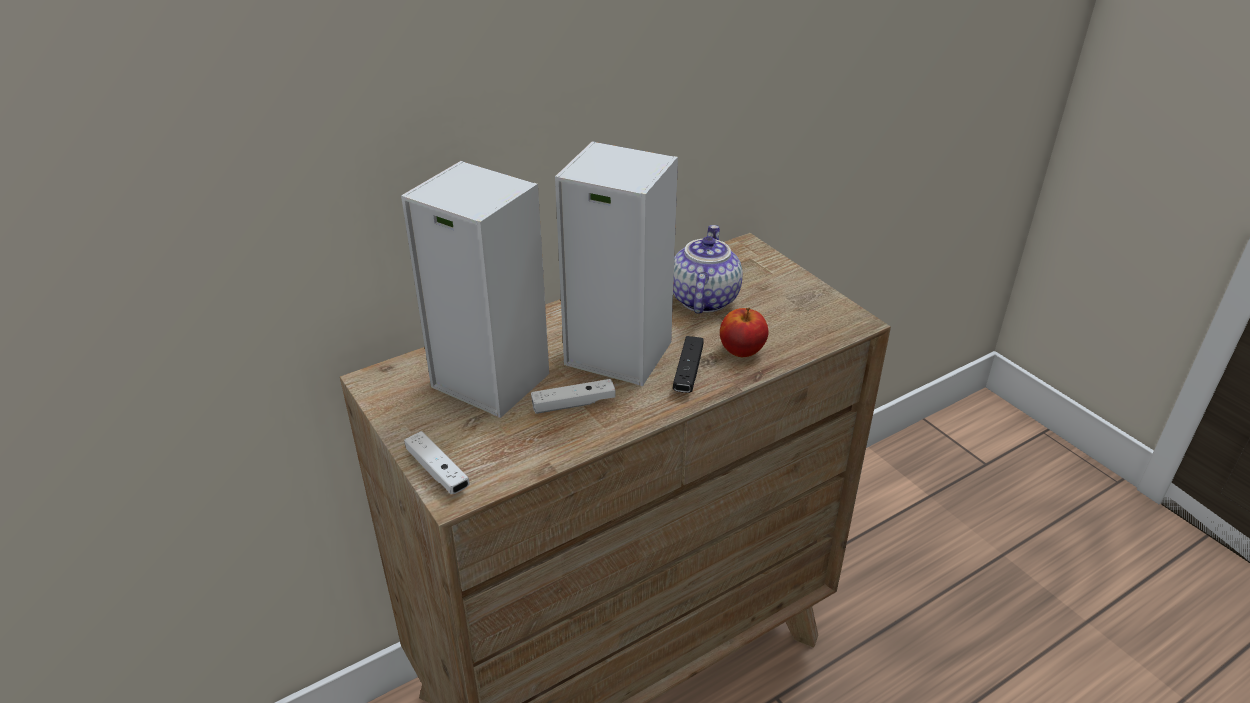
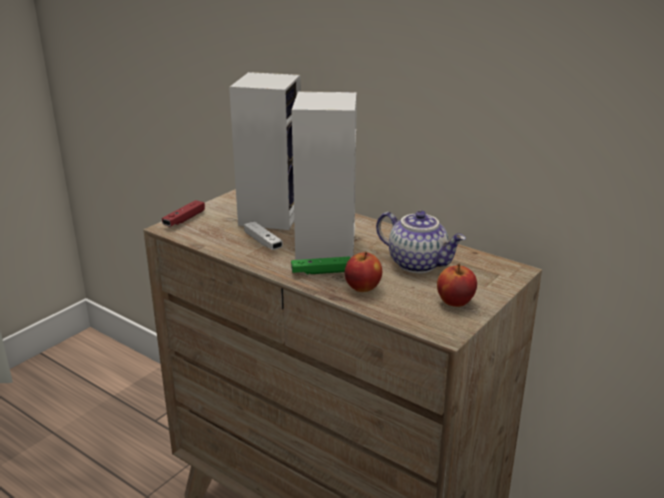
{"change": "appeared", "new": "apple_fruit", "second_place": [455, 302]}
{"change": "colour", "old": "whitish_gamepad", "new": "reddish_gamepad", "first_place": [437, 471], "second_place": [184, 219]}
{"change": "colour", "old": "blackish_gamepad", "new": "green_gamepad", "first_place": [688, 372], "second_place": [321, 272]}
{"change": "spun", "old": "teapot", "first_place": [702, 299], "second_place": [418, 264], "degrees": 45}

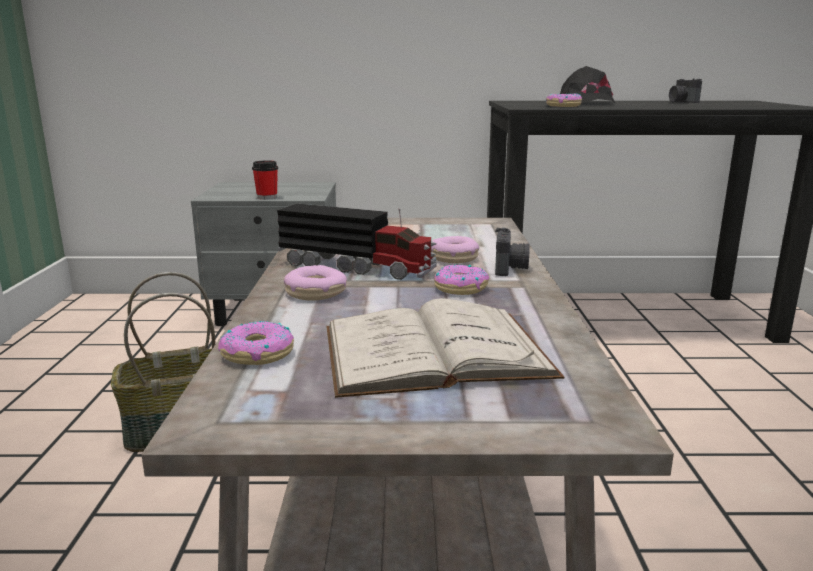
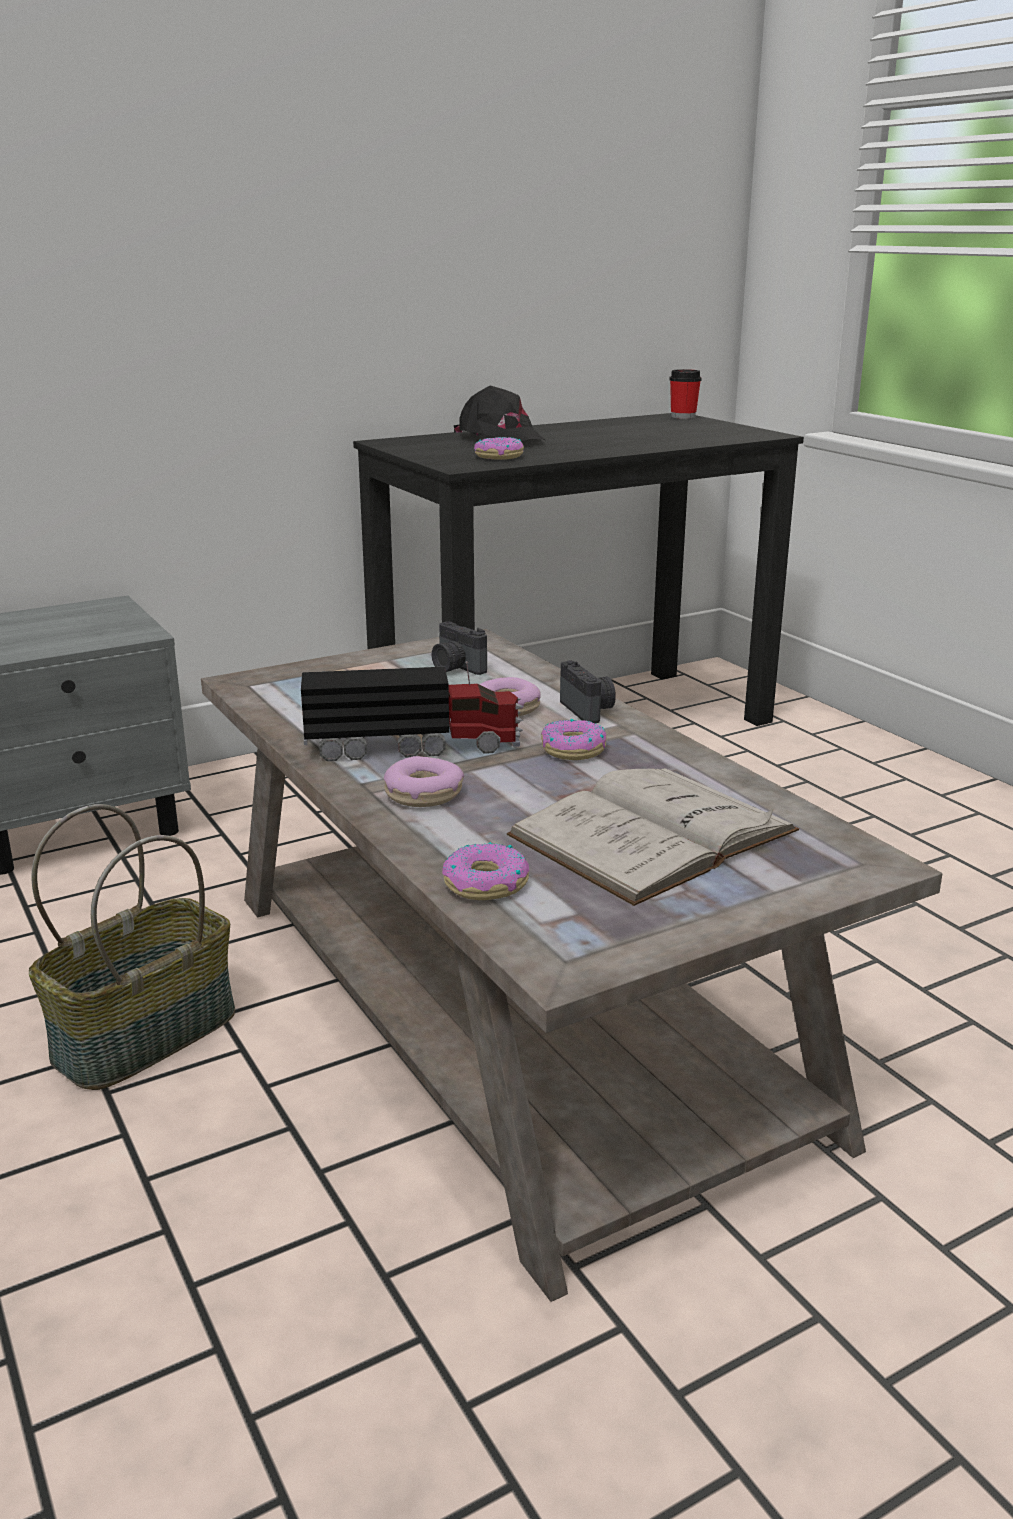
{"change": "relocated", "old": "drinking_cup", "first_place": [267, 197], "second_place": [683, 417]}
{"change": "relocated", "old": "photo_camera", "first_place": [681, 102], "second_place": [455, 668]}

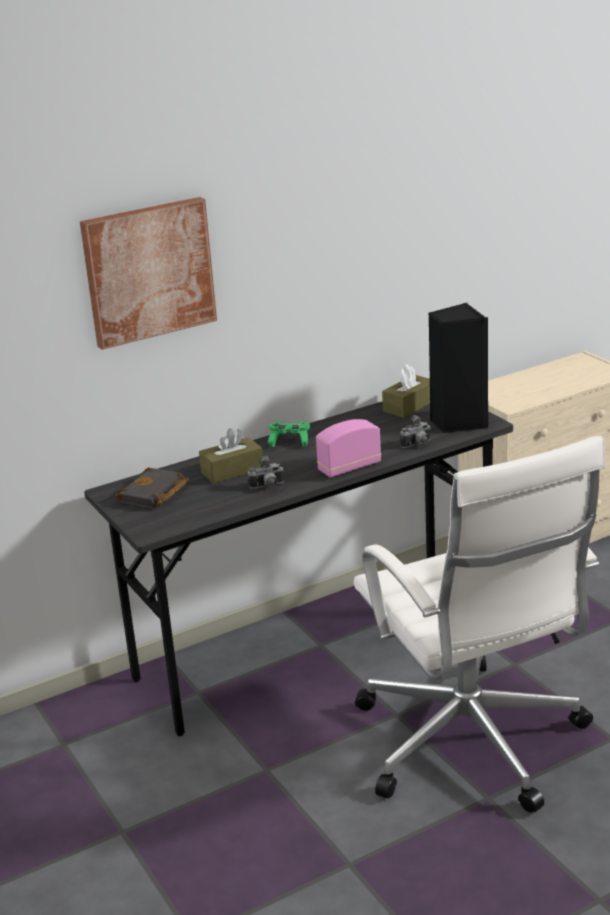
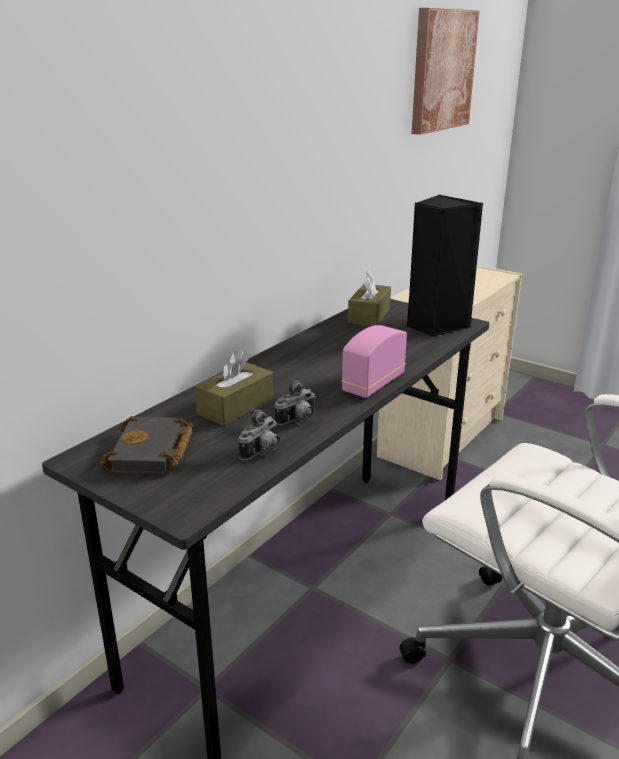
{"change": "missing", "old": "green_gamepad", "first_place": [290, 441]}
{"change": "relocated", "old": "picture", "first_place": [148, 271], "second_place": [441, 70]}
{"change": "relocated", "old": "photo_camera", "first_place": [417, 445], "second_place": [262, 451]}

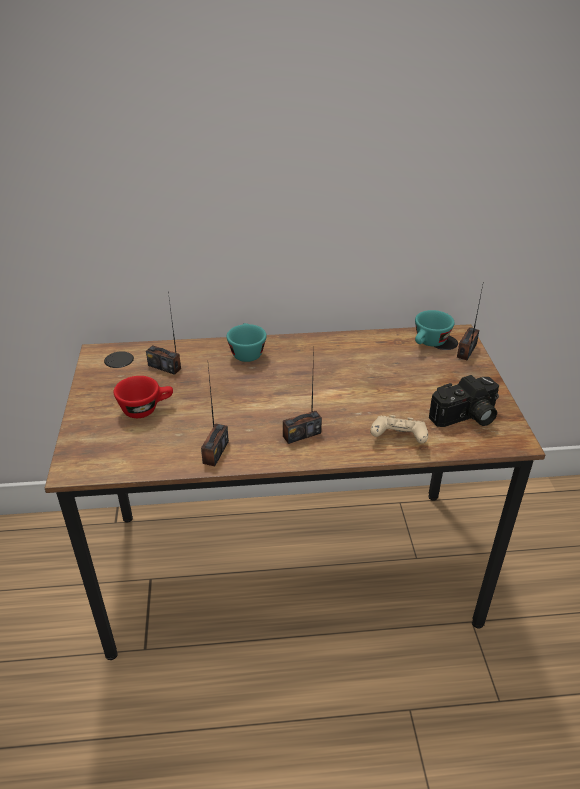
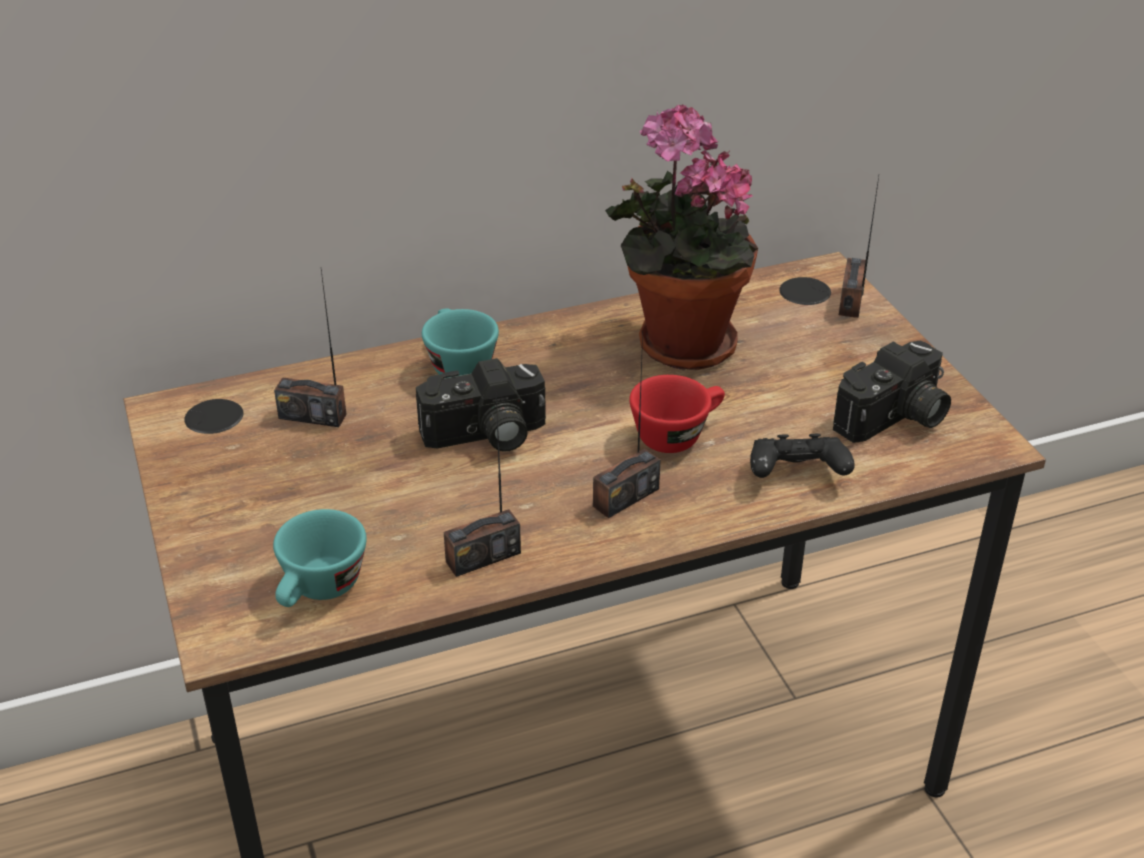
{"change": "appeared", "new": "photo_camera", "second_place": [485, 436]}
{"change": "appeared", "new": "houseplant", "second_place": [677, 344]}
{"change": "relocated", "old": "reddish_drinking_cup", "first_place": [146, 408], "second_place": [677, 434]}
{"change": "relocated", "old": "turquoise-coloured_drinking_cup", "first_place": [429, 343], "second_place": [319, 590]}
{"change": "colour", "old": "beige_gamepad", "new": "blackish_gamepad", "first_place": [398, 439], "second_place": [796, 475]}
{"change": "spun", "old": "radio_receiver", "first_place": [215, 452], "second_place": [483, 557], "degrees": 60}

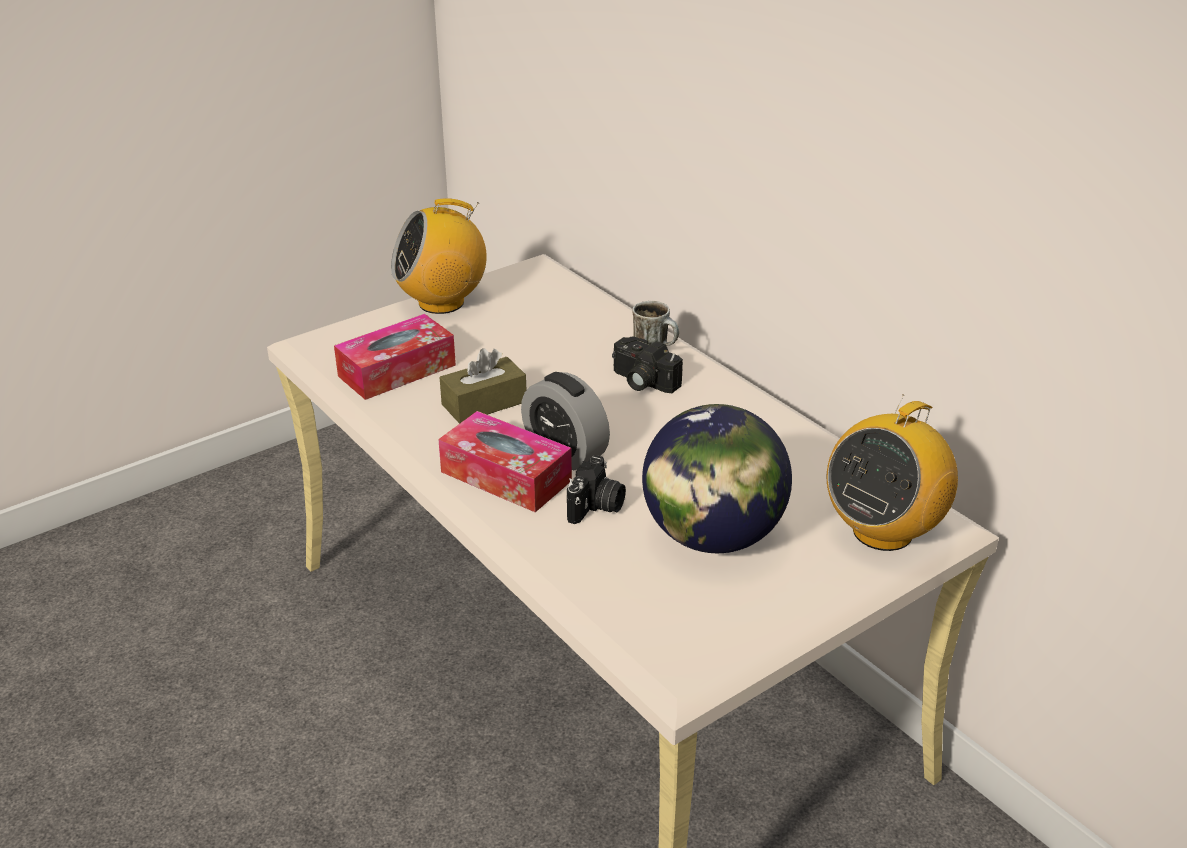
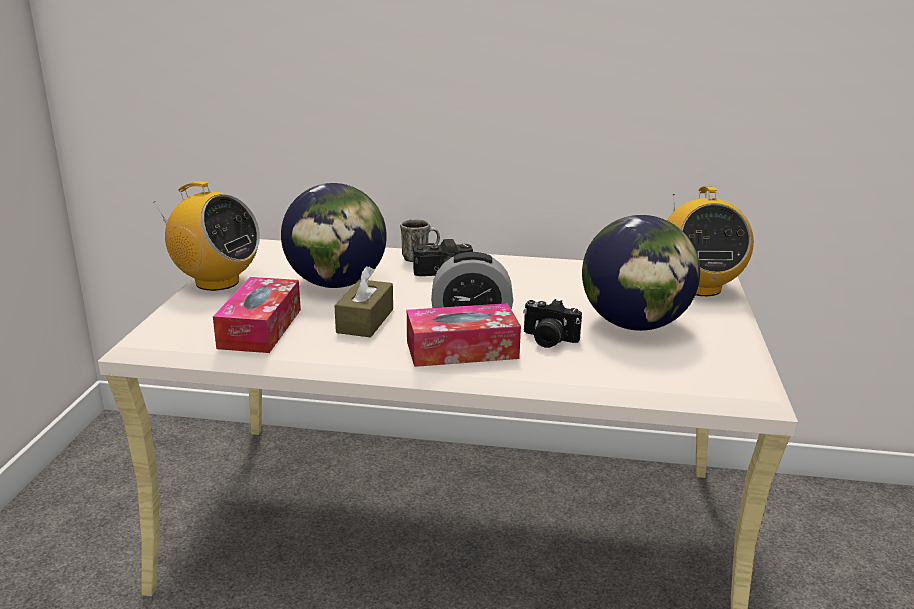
{"change": "appeared", "new": "desk_globe", "second_place": [336, 284]}
{"change": "spun", "old": "radio_receiver", "first_place": [442, 302], "second_place": [216, 282], "degrees": -90}
{"change": "spun", "old": "photo_camera", "first_place": [596, 507], "second_place": [548, 340], "degrees": 135}

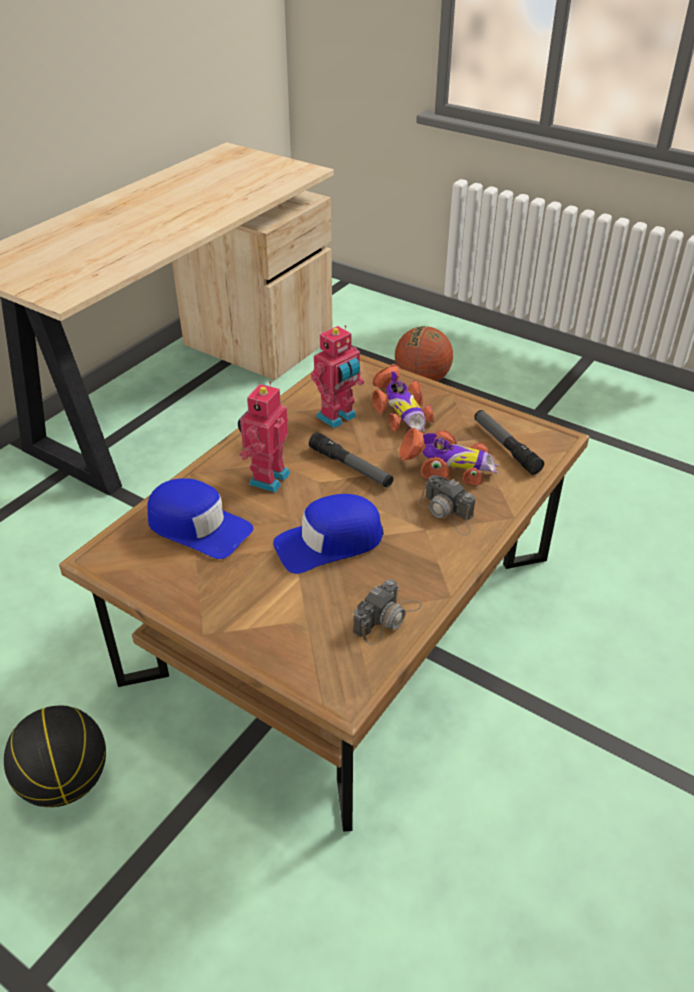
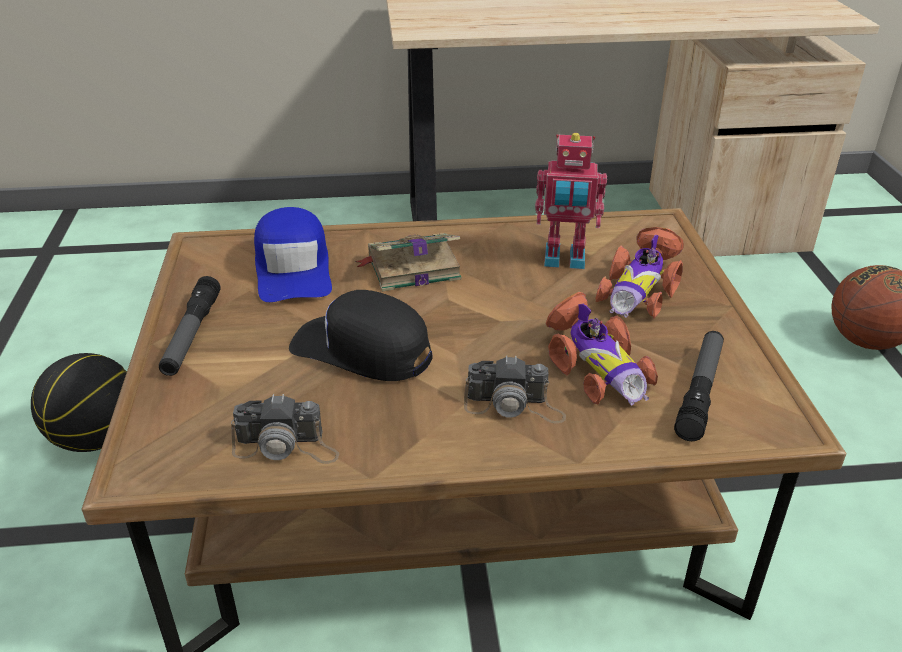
{"change": "relocated", "old": "torch", "first_place": [351, 467], "second_place": [192, 334]}
{"change": "exchanged", "old": "toy_robot", "new": "bound_book", "first_place": [267, 478], "second_place": [411, 268]}
{"change": "colour", "old": "blue-coloured_peaked_cap", "new": "blackish_peaked_cap", "first_place": [329, 542], "second_place": [362, 350]}
{"change": "spun", "old": "photo_camera", "first_place": [447, 513], "second_place": [514, 405], "degrees": -90}

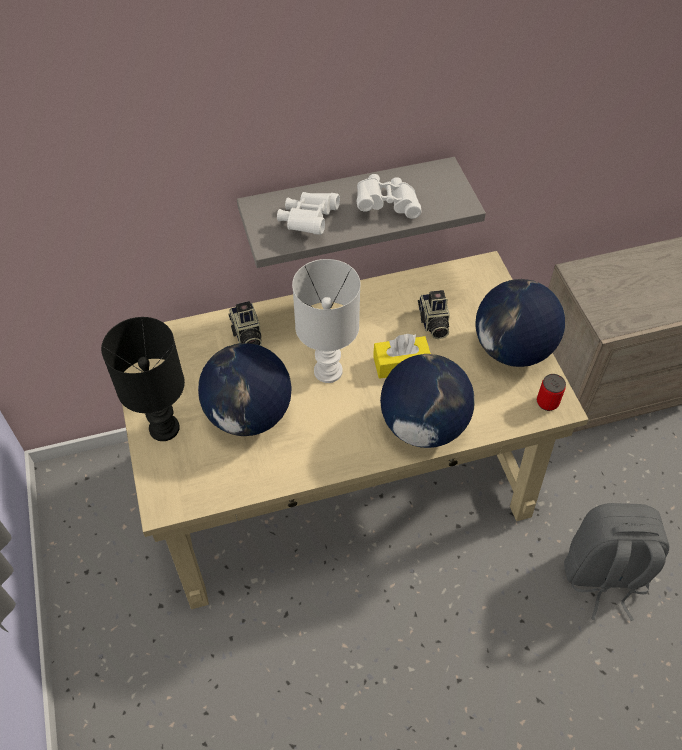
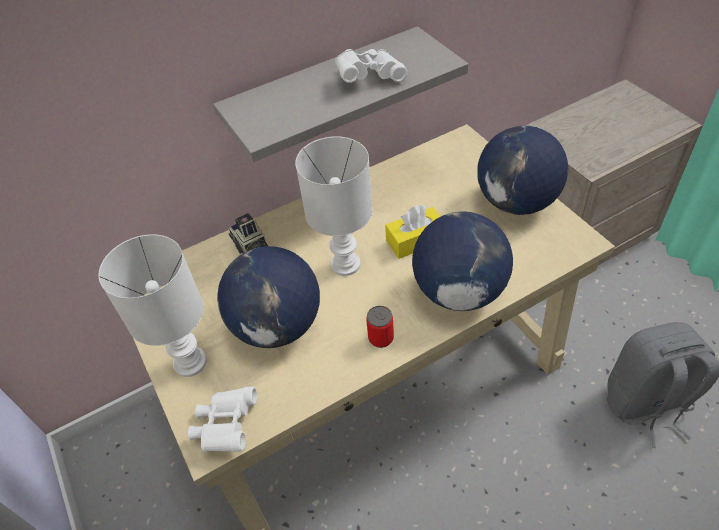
{"change": "missing", "old": "photo_camera", "first_place": [433, 323]}
{"change": "relocated", "old": "whitish_binoculars", "first_place": [308, 221], "second_place": [226, 426]}
{"change": "relocated", "old": "sealed_can", "first_place": [547, 402], "second_place": [381, 338]}
{"change": "colour", "old": "blackish_table_lamp", "new": "whitish_table_lamp", "first_place": [163, 428], "second_place": [189, 362]}

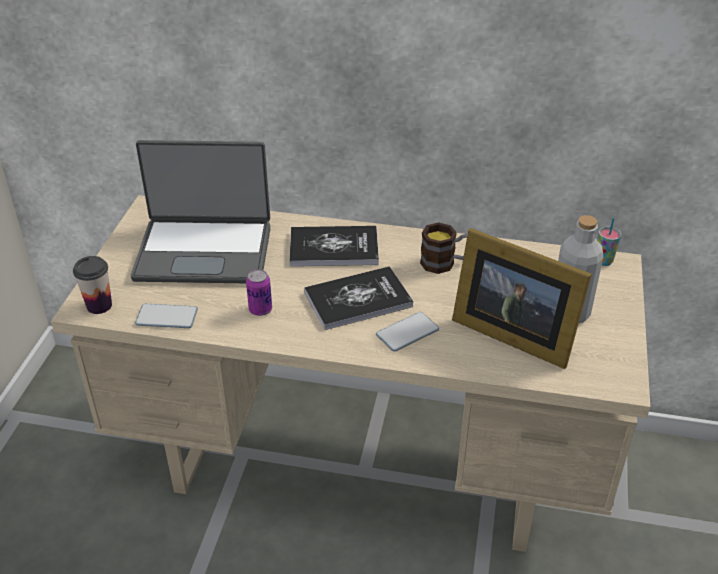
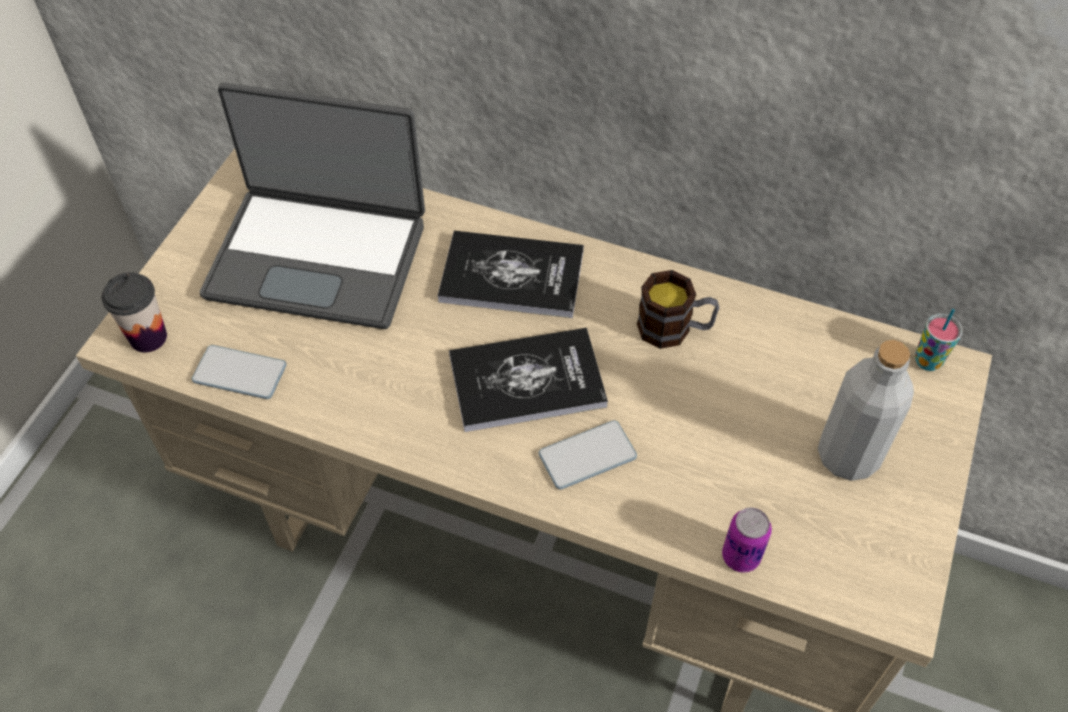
{"change": "missing", "old": "photo_frame", "first_place": [511, 332]}
{"change": "relocated", "old": "sealed_can", "first_place": [260, 310], "second_place": [741, 556]}

